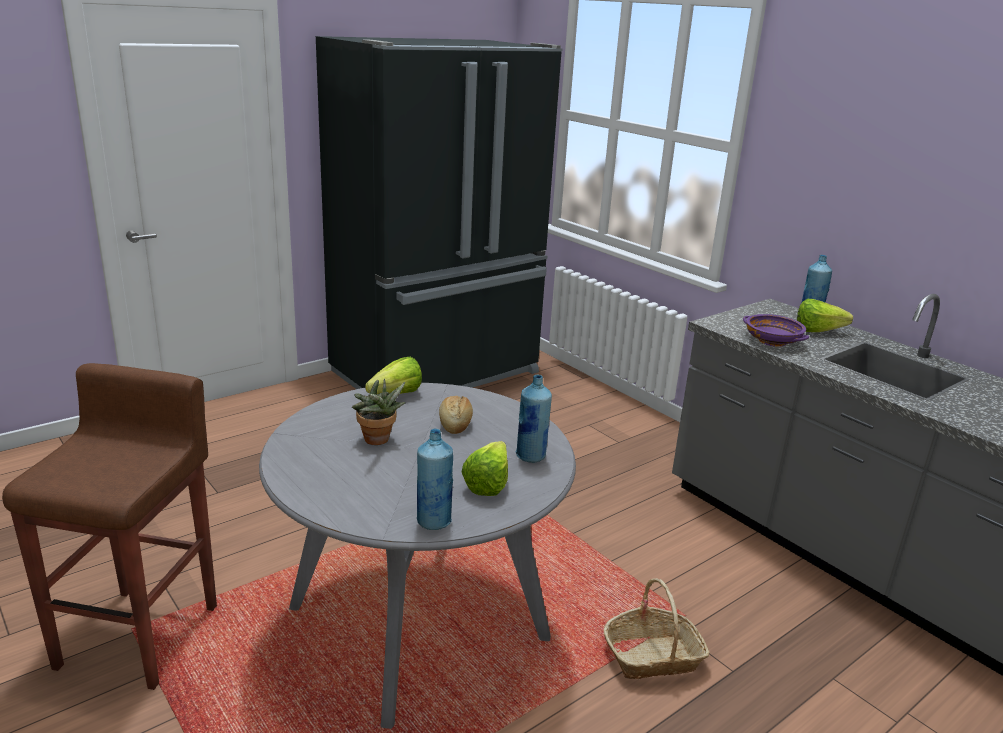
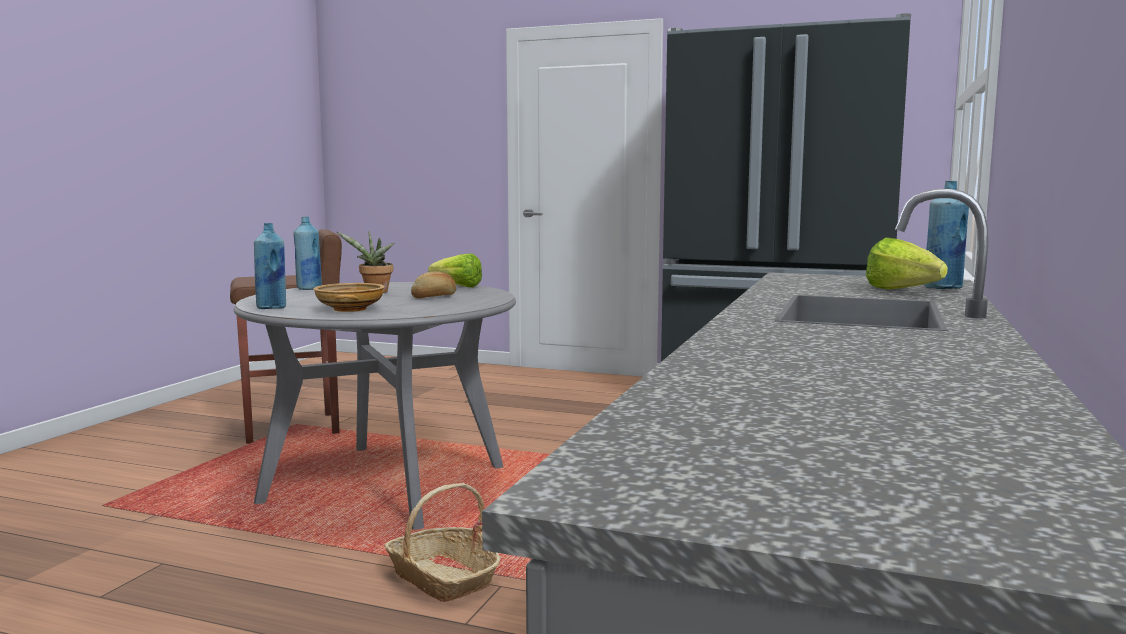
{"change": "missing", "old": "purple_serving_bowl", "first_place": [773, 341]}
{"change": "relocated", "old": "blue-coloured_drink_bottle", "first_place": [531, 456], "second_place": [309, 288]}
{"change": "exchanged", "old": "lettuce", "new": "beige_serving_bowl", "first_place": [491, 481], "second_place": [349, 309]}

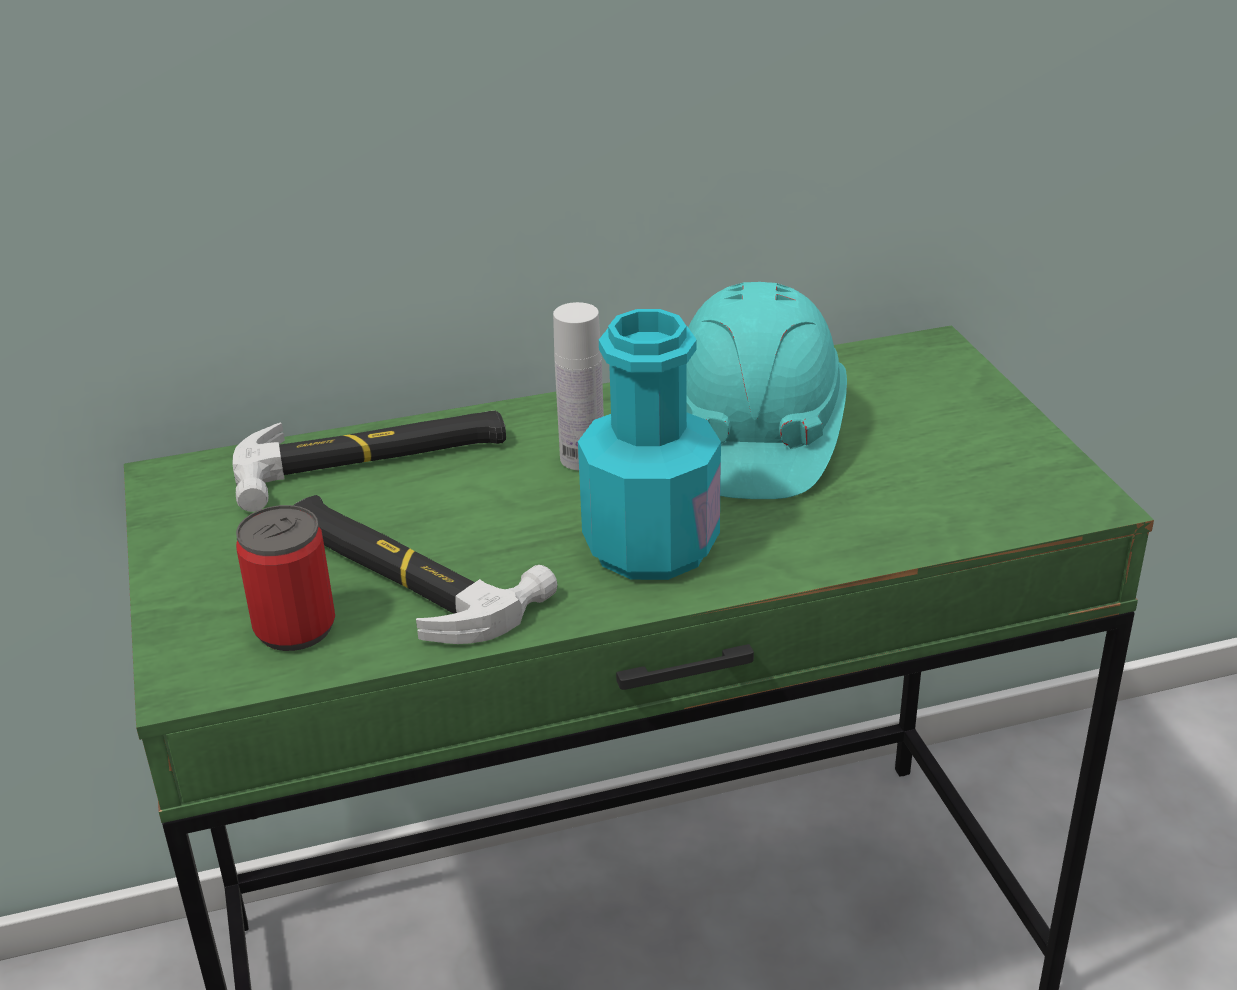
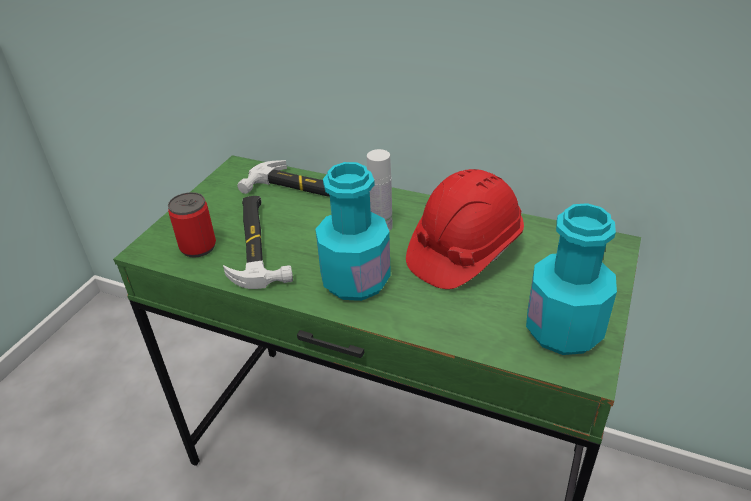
{"change": "appeared", "new": "turquoise-coloured_drink_bottle", "second_place": [563, 330]}
{"change": "colour", "old": "turquoise-coloured_hard_hat", "new": "reddish_hard_hat", "first_place": [753, 438], "second_place": [463, 251]}

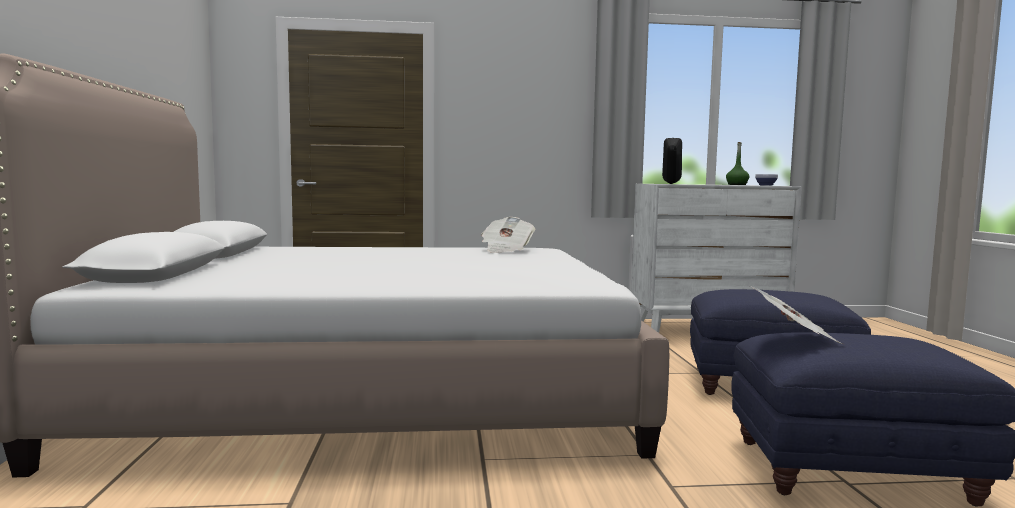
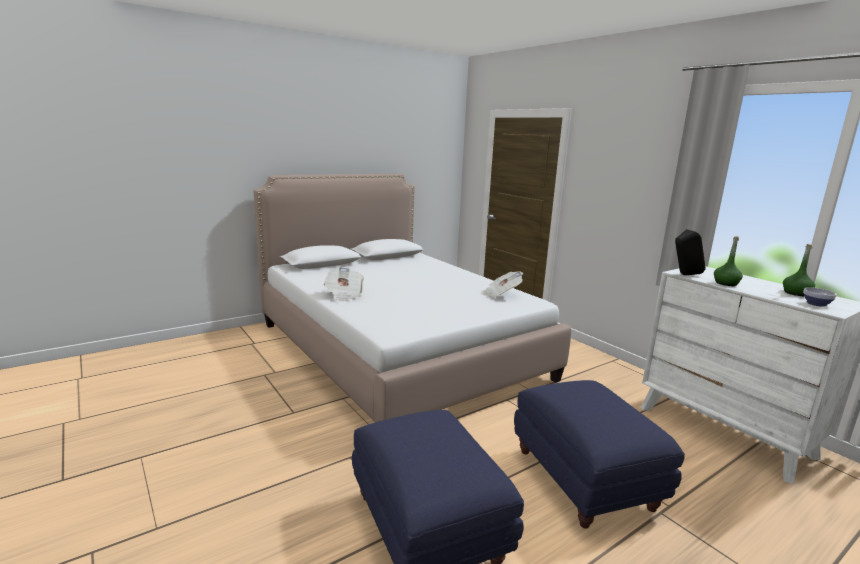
{"change": "appeared", "new": "green_drink_bottle", "second_place": [726, 283]}
{"change": "relocated", "old": "newspaper", "first_place": [794, 338], "second_place": [344, 295]}

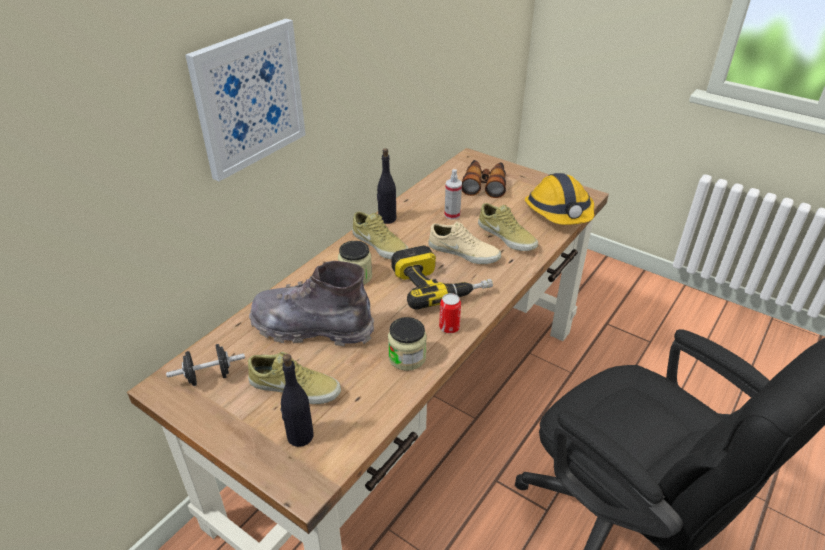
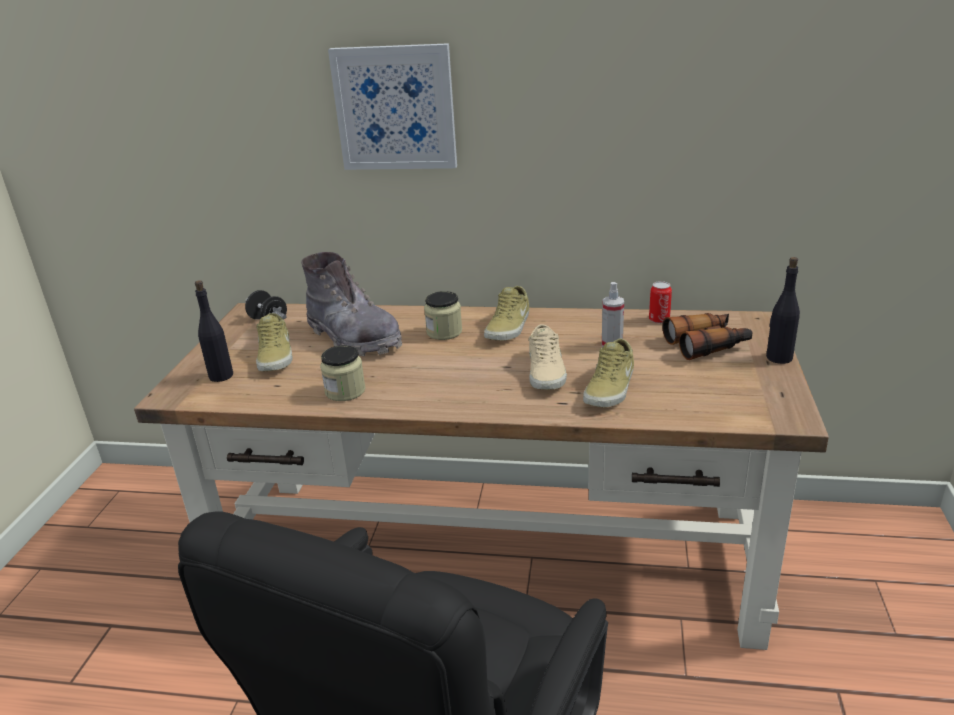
{"change": "missing", "old": "drill", "first_place": [439, 285]}
{"change": "missing", "old": "hard_hat", "first_place": [559, 212]}
{"change": "relocated", "old": "blackish_drink_bottle", "first_place": [387, 219], "second_place": [778, 358]}
{"change": "relocated", "old": "sealed_can", "first_place": [449, 327], "second_place": [659, 320]}
{"change": "spun", "old": "grey_boot", "first_place": [312, 328], "second_place": [354, 338], "degrees": 150}

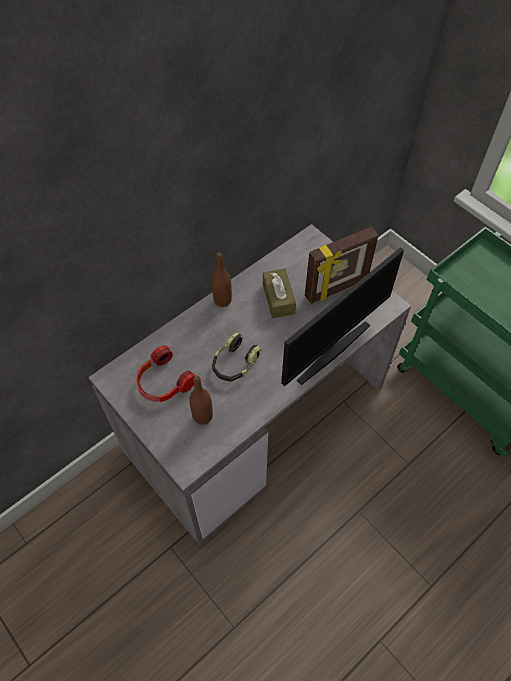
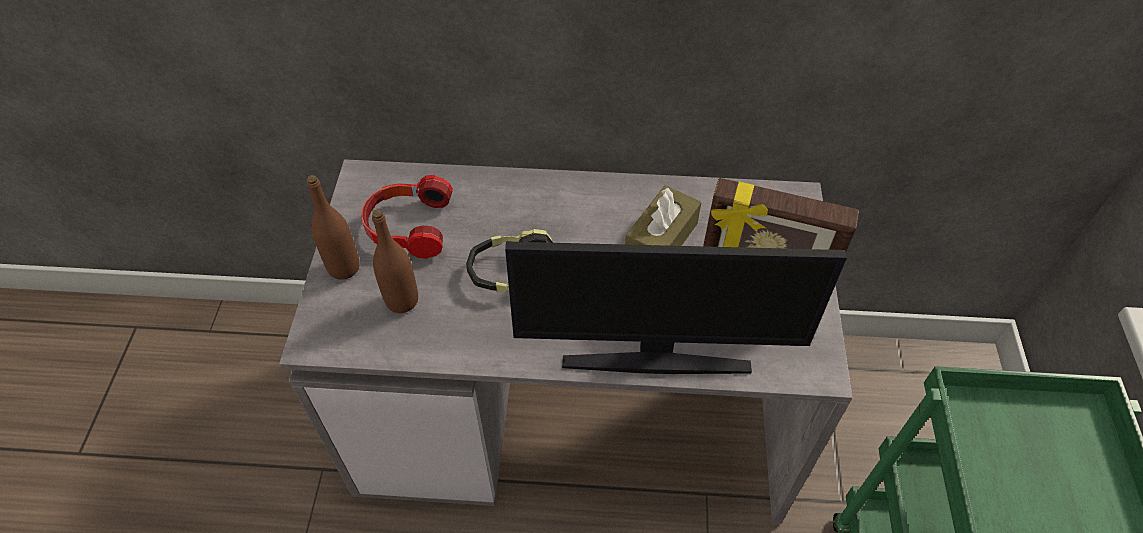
{"change": "relocated", "old": "brownish_drink_bottle", "first_place": [222, 300], "second_place": [344, 267]}

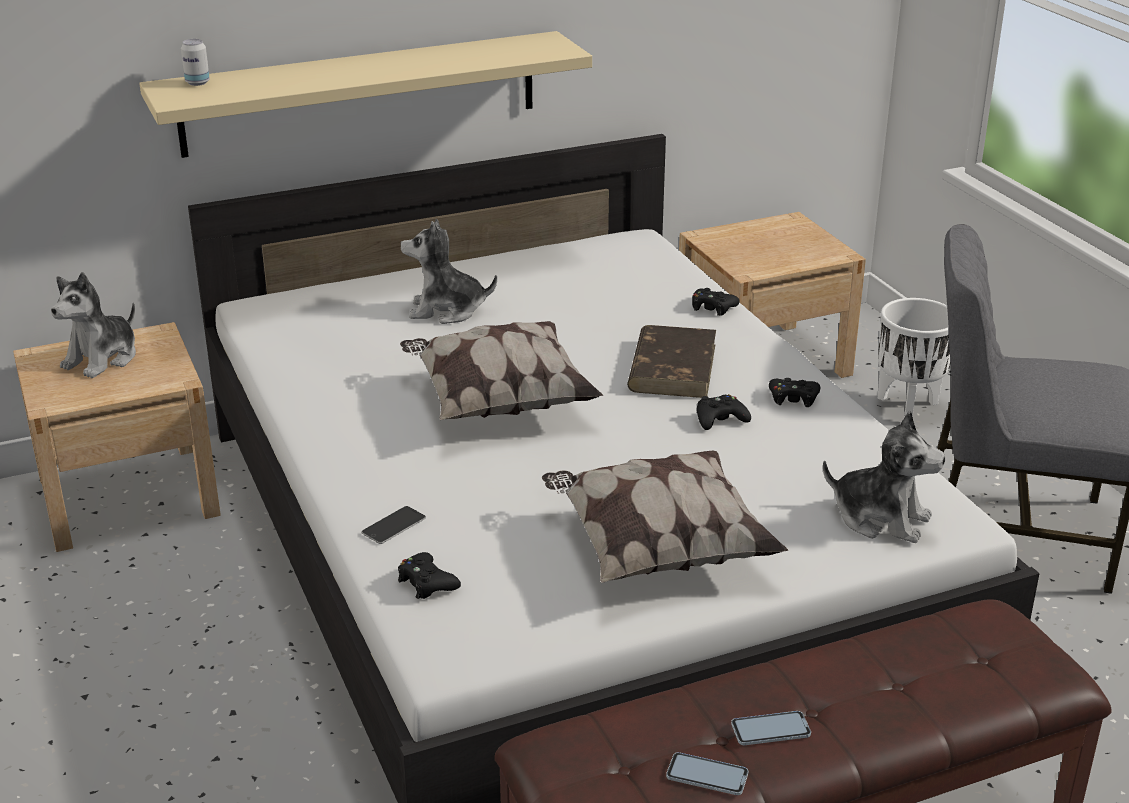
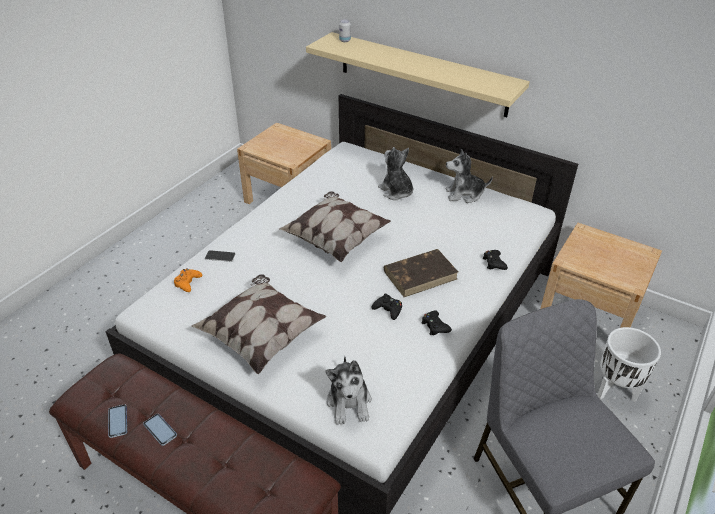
{"change": "relocated", "old": "plush_toy", "first_place": [102, 359], "second_place": [464, 194]}
{"change": "colour", "old": "blackish_gamepad", "new": "orange_gamepad", "first_place": [426, 583], "second_place": [187, 283]}

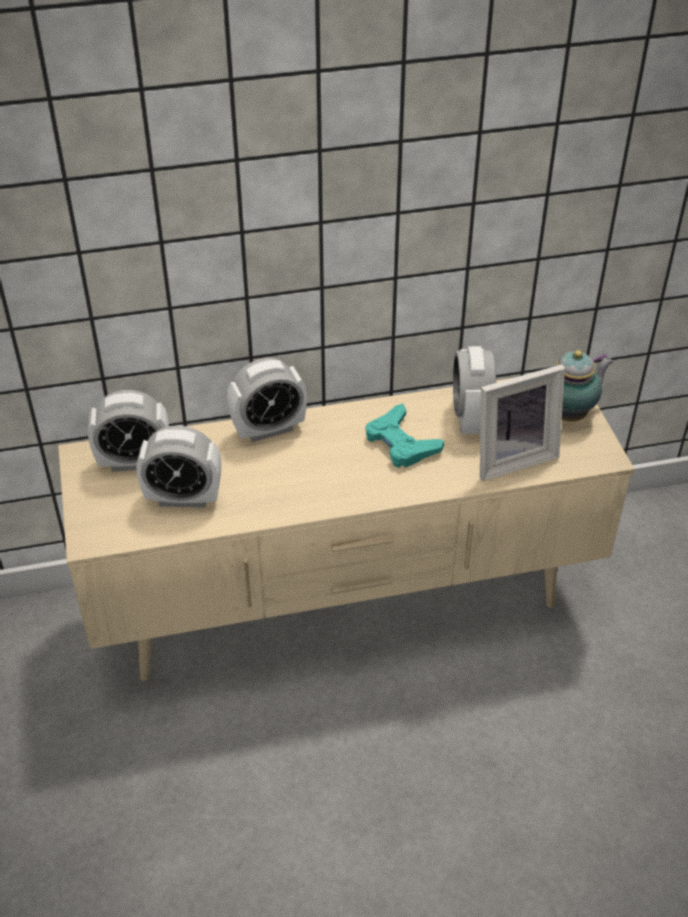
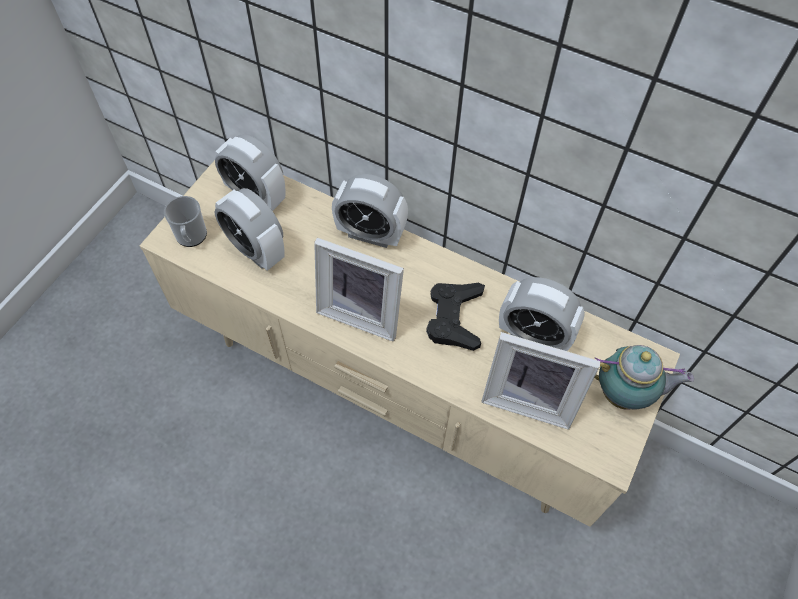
{"change": "appeared", "new": "tea_mug", "second_place": [191, 237]}
{"change": "appeared", "new": "photo_frame", "second_place": [362, 312]}
{"change": "colour", "old": "turquoise-coloured_gamepad", "new": "blackish_gamepad", "first_place": [401, 443], "second_place": [454, 318]}
{"change": "spun", "old": "bedside_clock", "first_place": [470, 418], "second_place": [533, 336], "degrees": -105}

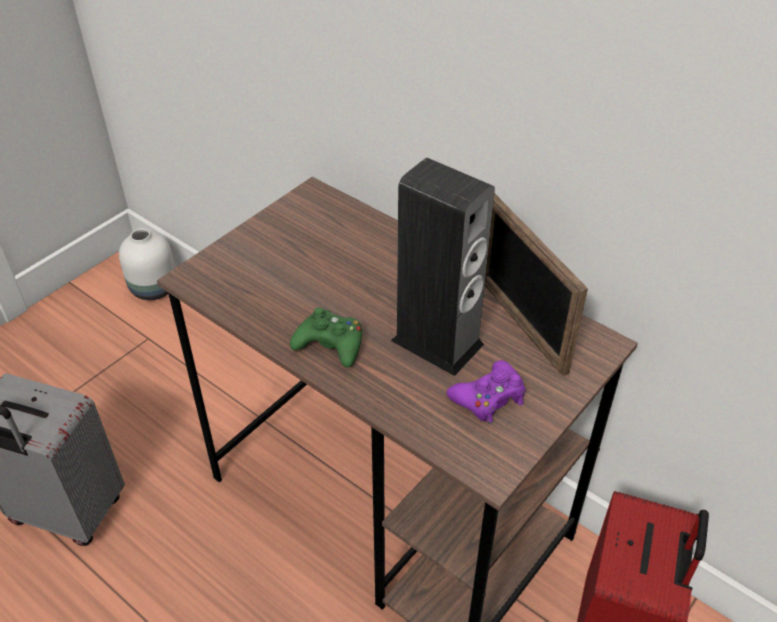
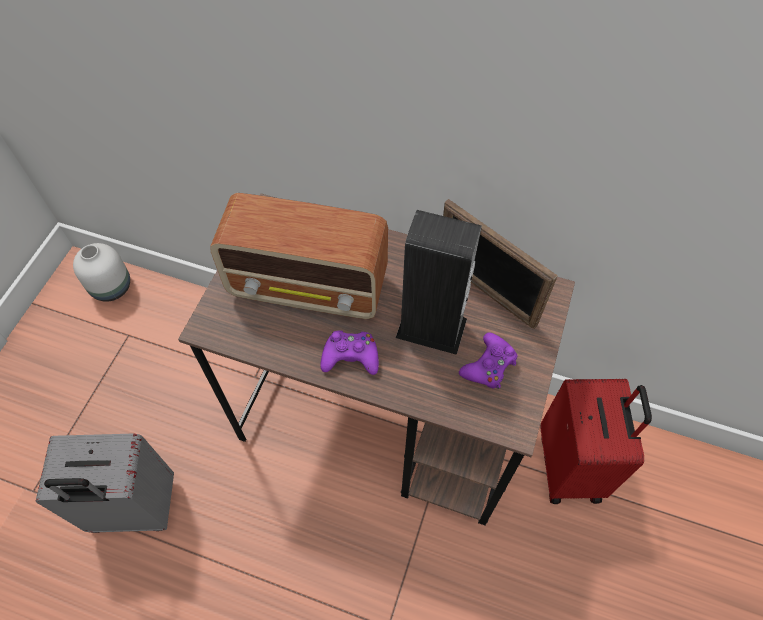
{"change": "appeared", "new": "radio_receiver", "second_place": [310, 287]}
{"change": "colour", "old": "green_gamepad", "new": "purple_gamepad", "first_place": [330, 344], "second_place": [350, 356]}

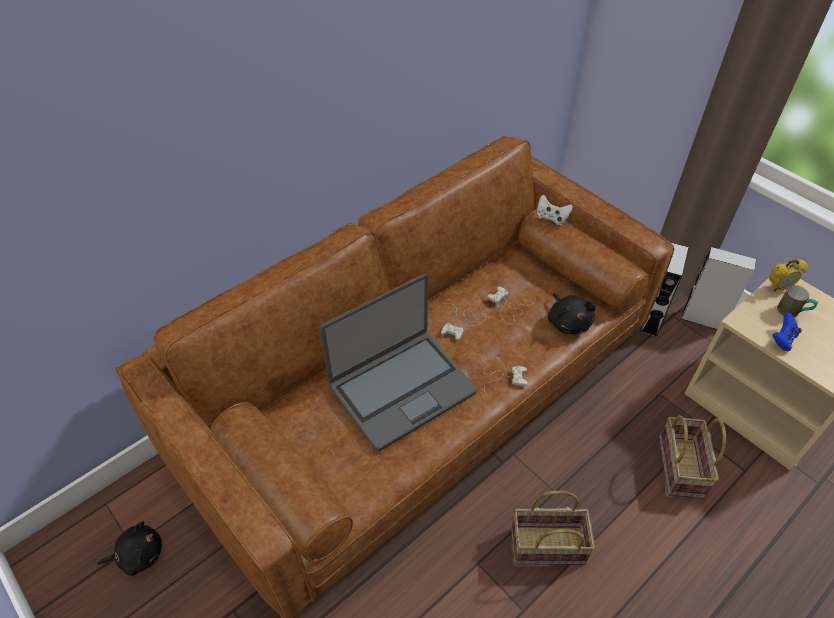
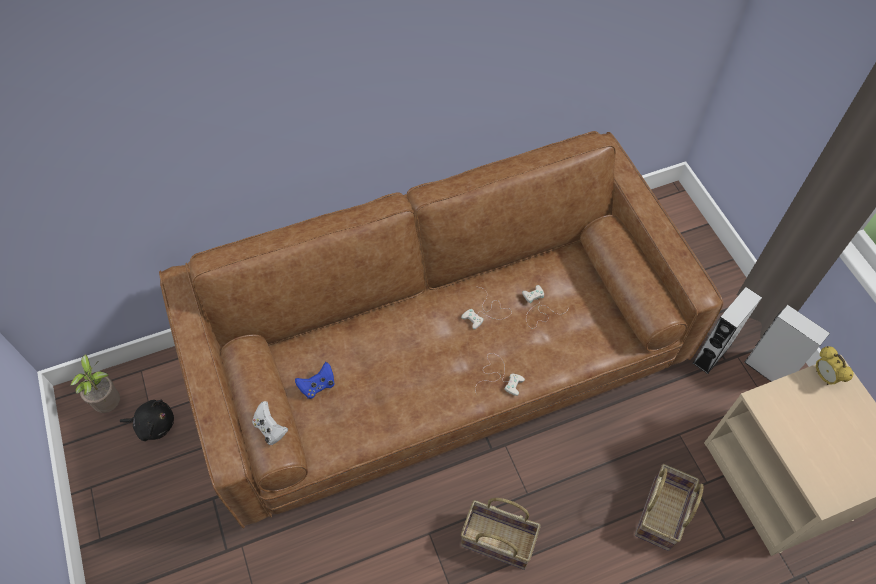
{"change": "missing", "old": "notebook_computer", "first_place": [401, 388]}
{"change": "missing", "old": "blackish_plush_toy", "first_place": [568, 322]}
{"change": "missing", "old": "tea_mug", "first_place": [792, 312]}
{"change": "appeared", "new": "houseplant", "second_place": [110, 403]}
{"change": "relocated", "old": "whitish_gamepad", "first_place": [551, 218], "second_place": [270, 429]}
{"change": "relocated", "old": "blue-coloured_gamepad", "first_place": [782, 340], "second_place": [317, 386]}
{"change": "spun", "old": "bedside_clock", "first_place": [778, 287], "second_place": [824, 376], "degrees": 60}

